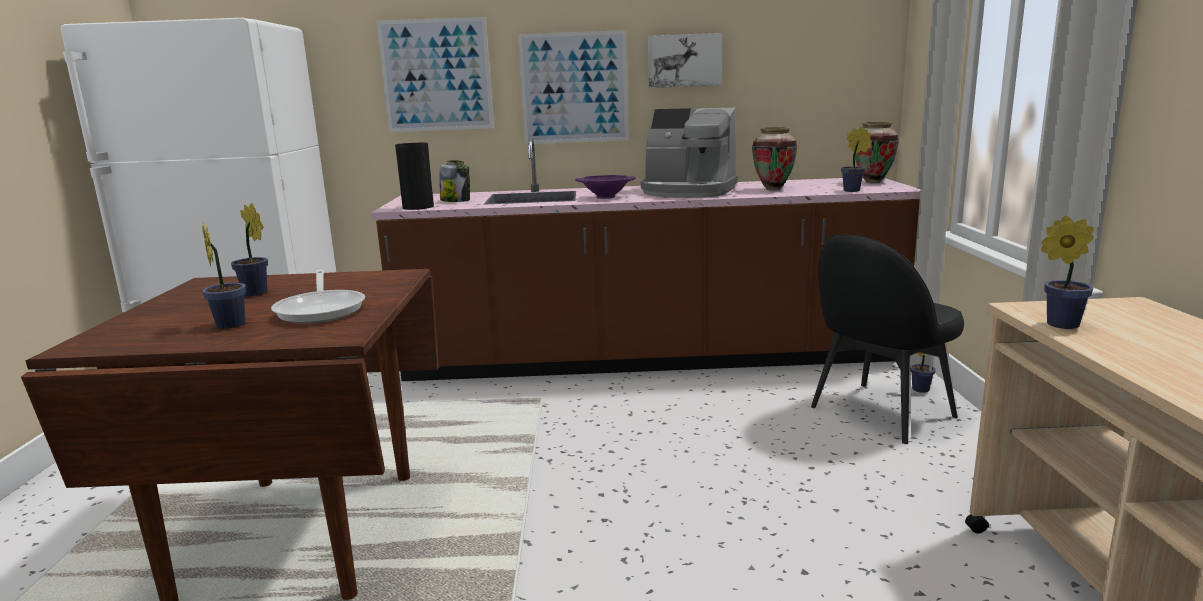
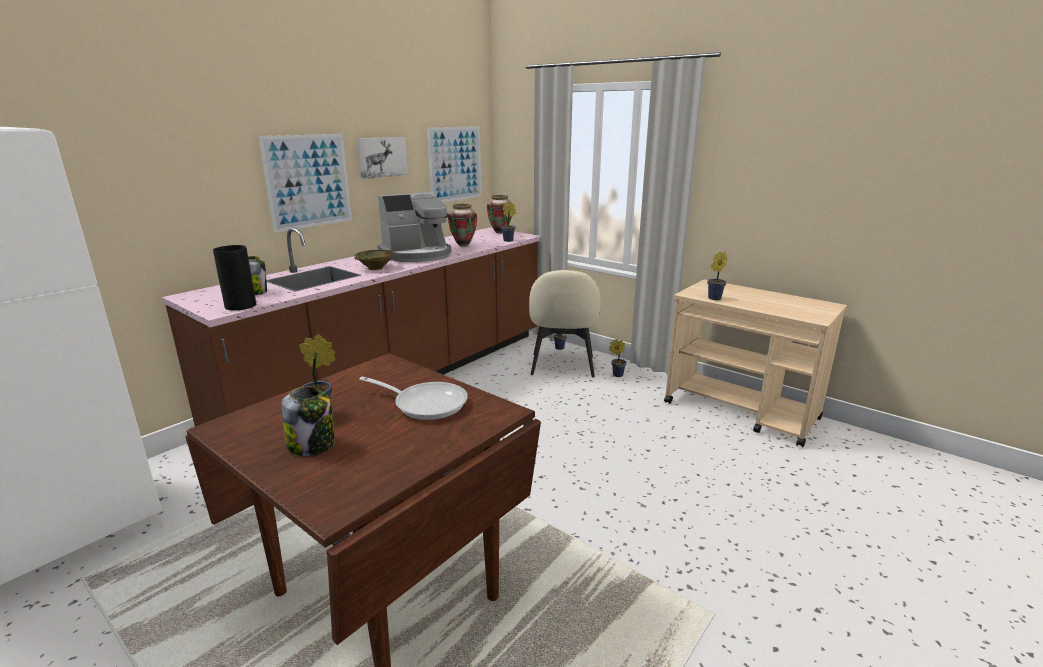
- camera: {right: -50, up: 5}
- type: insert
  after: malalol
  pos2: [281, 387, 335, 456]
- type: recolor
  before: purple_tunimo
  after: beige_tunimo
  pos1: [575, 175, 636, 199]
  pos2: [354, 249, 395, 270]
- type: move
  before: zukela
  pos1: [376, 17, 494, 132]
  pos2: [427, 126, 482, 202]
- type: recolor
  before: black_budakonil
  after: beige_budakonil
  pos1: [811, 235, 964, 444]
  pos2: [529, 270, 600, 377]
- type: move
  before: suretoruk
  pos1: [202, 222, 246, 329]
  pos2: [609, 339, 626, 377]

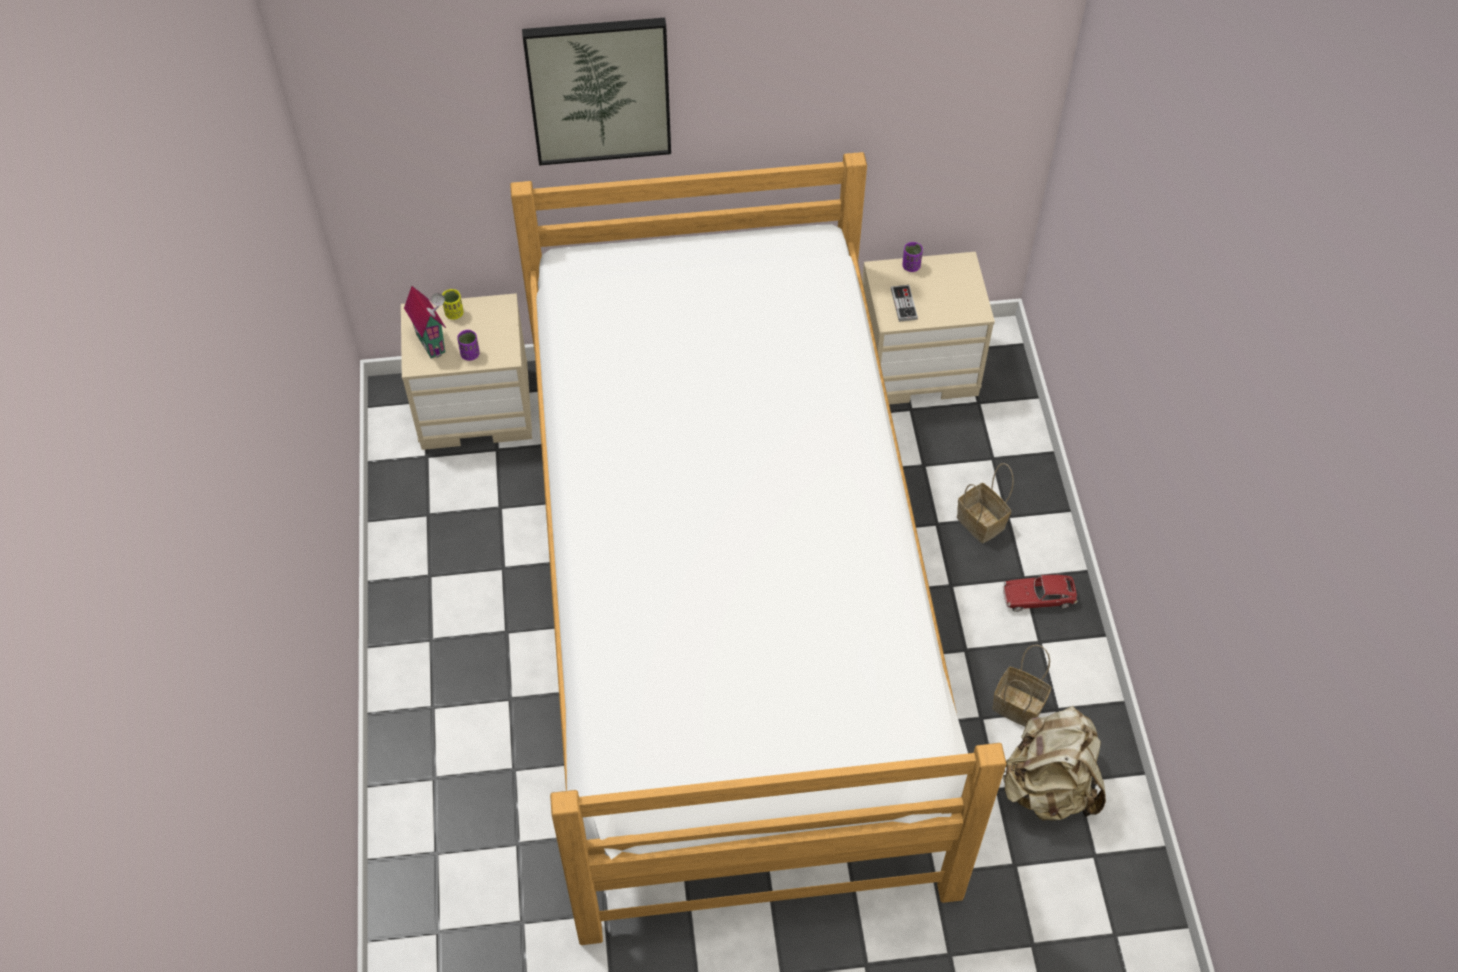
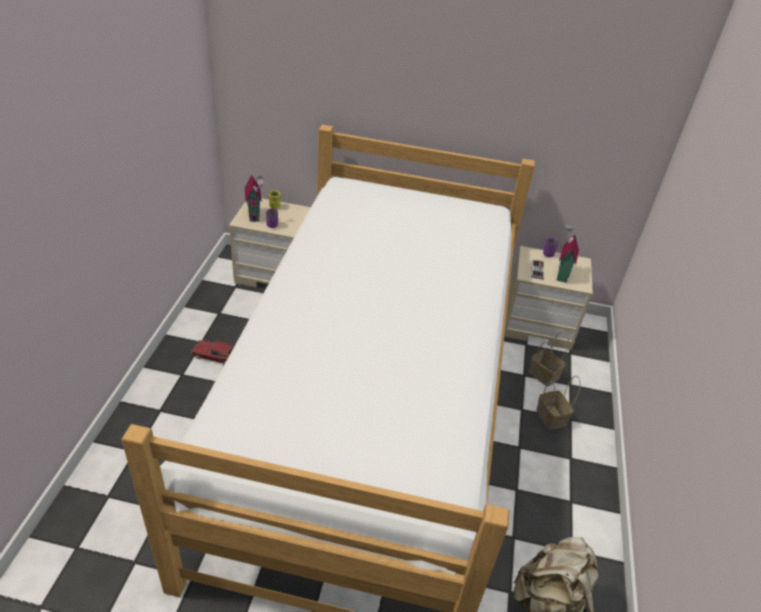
- camera: {right: 15, up: -15}
- type: move
  before: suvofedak
  pos1: [1003, 575, 1077, 612]
  pos2: [191, 340, 234, 365]
- type: move
  before: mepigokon
  pos1: [992, 645, 1051, 727]
  pos2: [528, 331, 569, 387]
- type: insert
  after: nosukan
  pos2: [557, 225, 579, 283]
- type: delete
  before: zukela
  pos1: [522, 18, 671, 166]

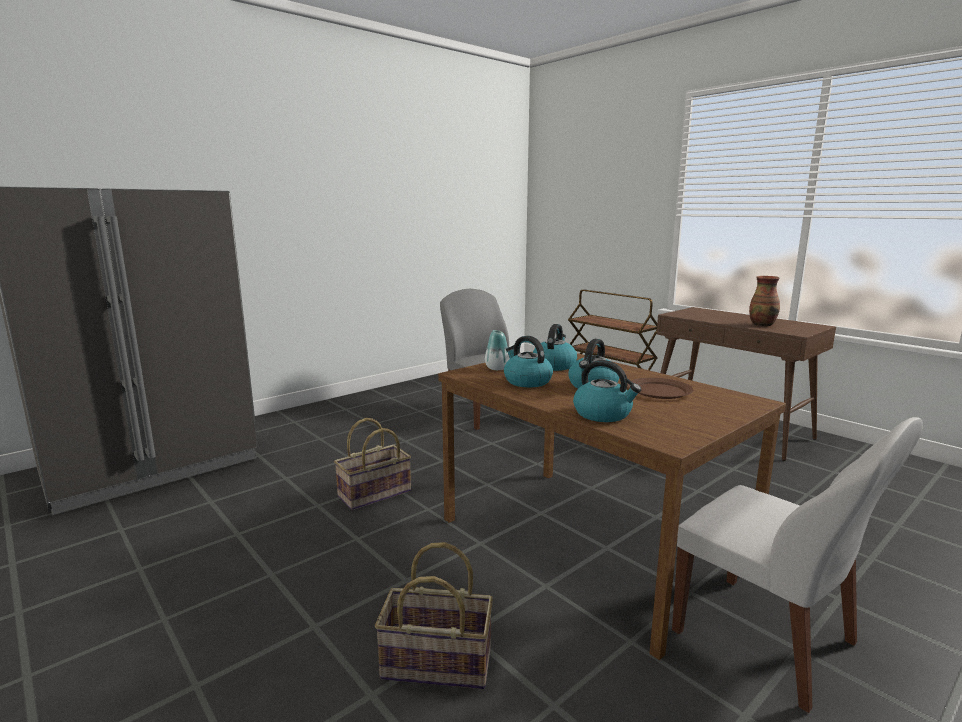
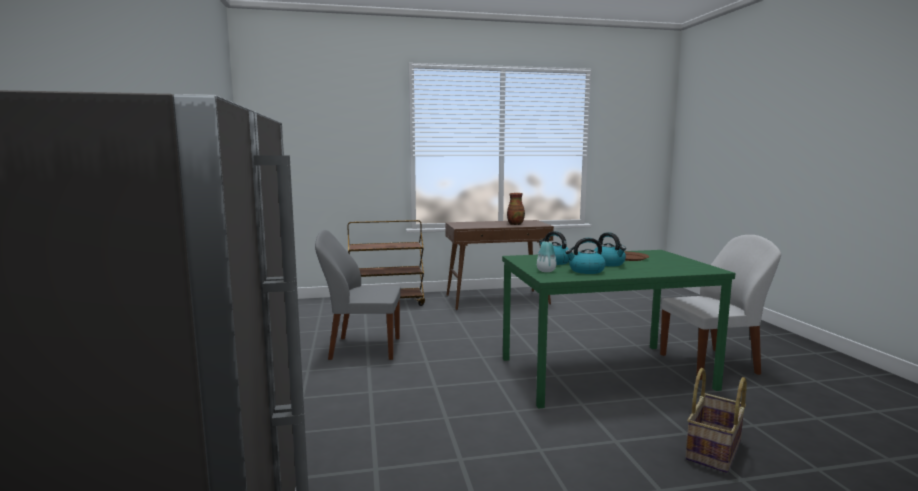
- camera: {right: -60, up: -5}
- type: recolor
  before: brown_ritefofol
  after: green_ritefofol
  pos1: [438, 352, 786, 660]
  pos2: [502, 250, 736, 409]
- type: delete
  before: mepigokon
  pos1: [334, 418, 411, 510]
- type: delete
  before: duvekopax
  pos1: [573, 360, 641, 422]

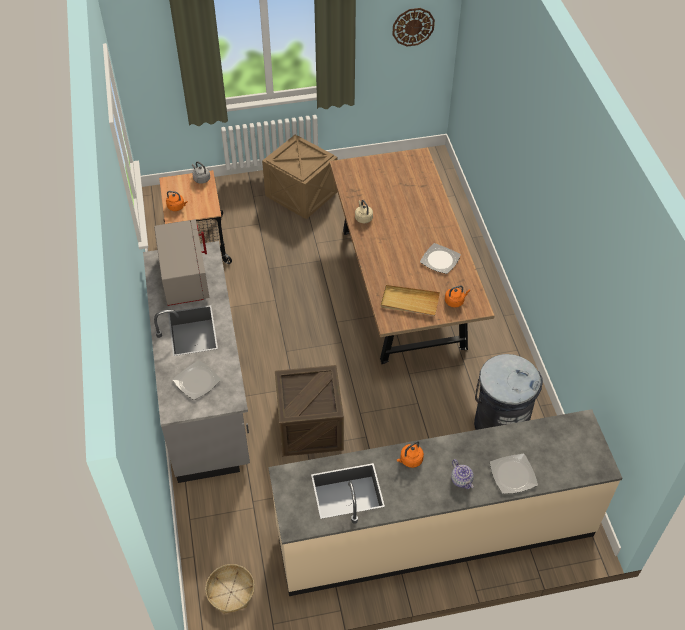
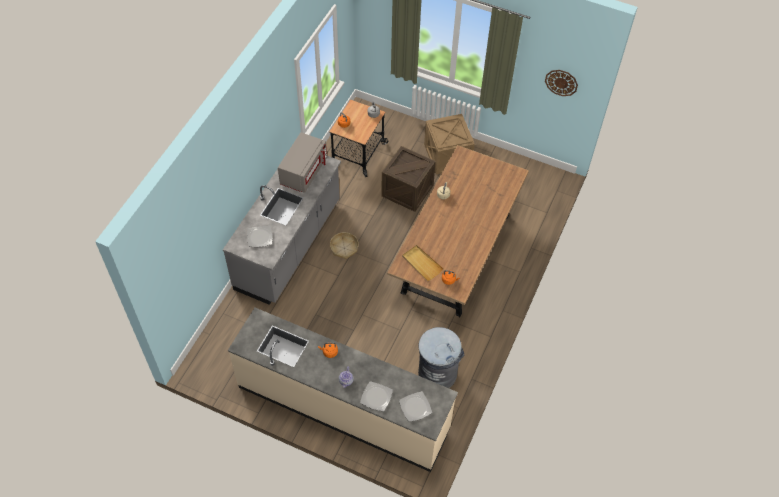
- camera: {right: 35, up: 5}
- type: move
  before: mepigokon
  pos1: [205, 564, 255, 614]
  pos2: [330, 232, 359, 259]
- type: move
  before: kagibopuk
  pos1: [275, 365, 344, 457]
  pos2: [381, 146, 436, 212]
- type: move
  before: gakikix
  pos1: [420, 243, 461, 274]
  pos2: [399, 391, 432, 422]

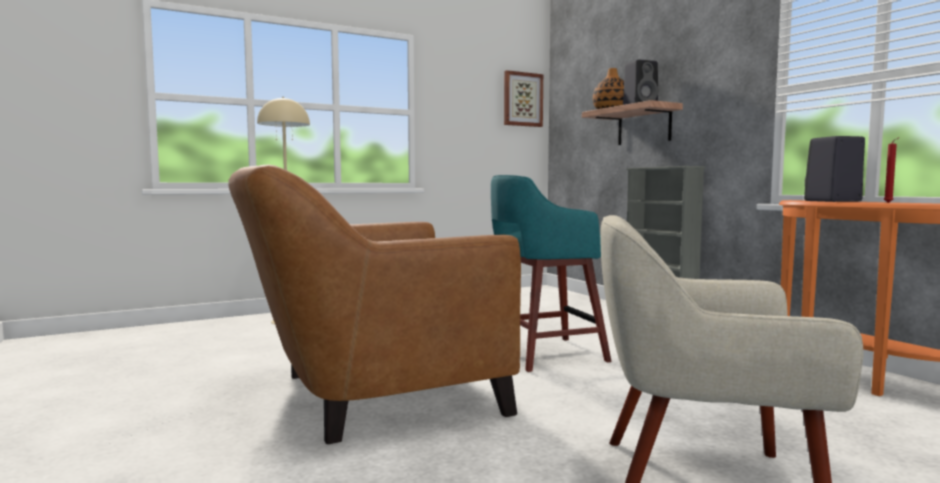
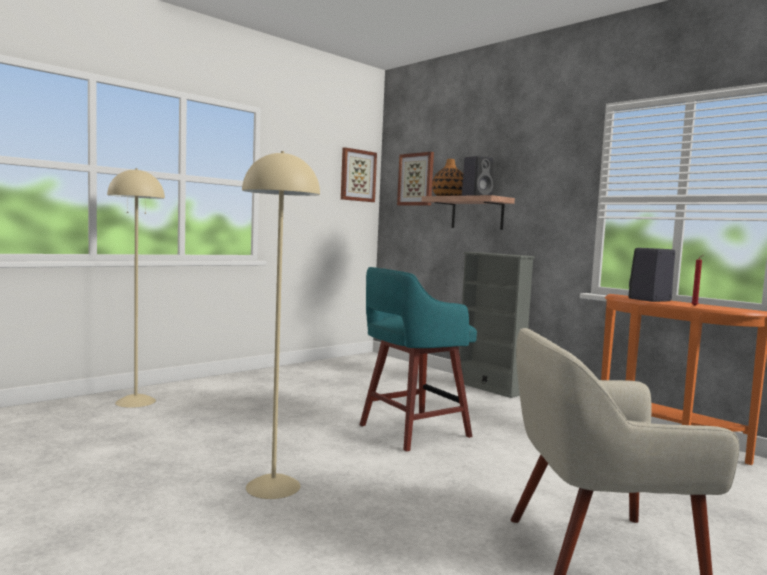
- camera: {right: -15, up: 0}
- type: replace
  before: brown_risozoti
  after: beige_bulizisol
  pos1: [228, 165, 521, 444]
  pos2: [242, 151, 320, 499]
- type: insert
  after: zukela
  pos2: [397, 152, 434, 205]

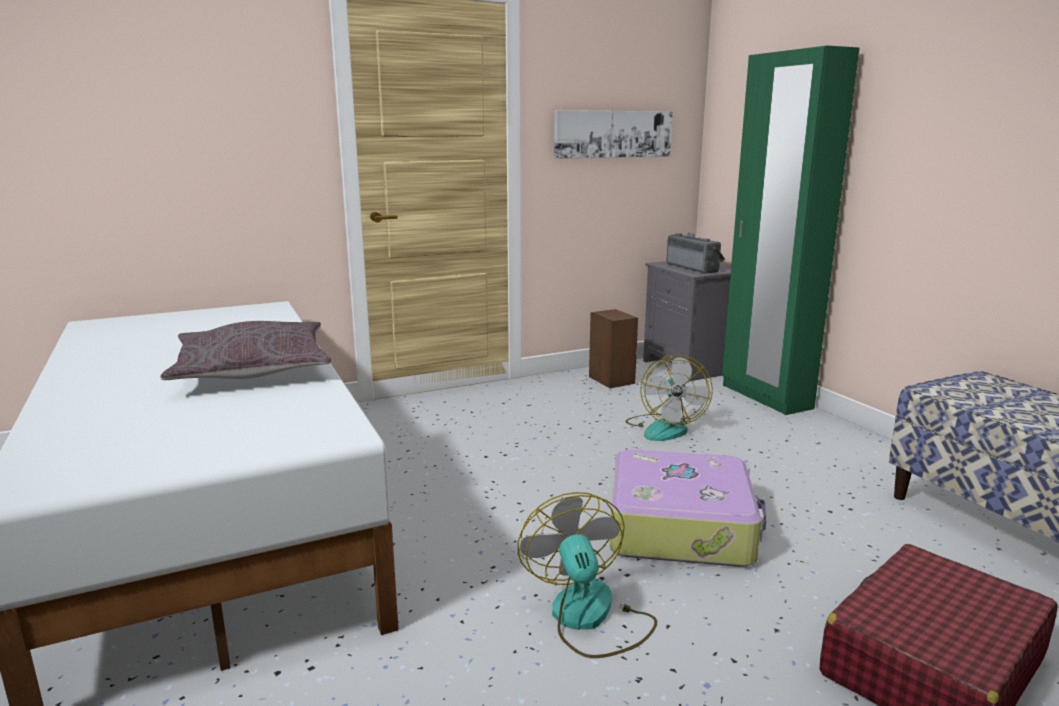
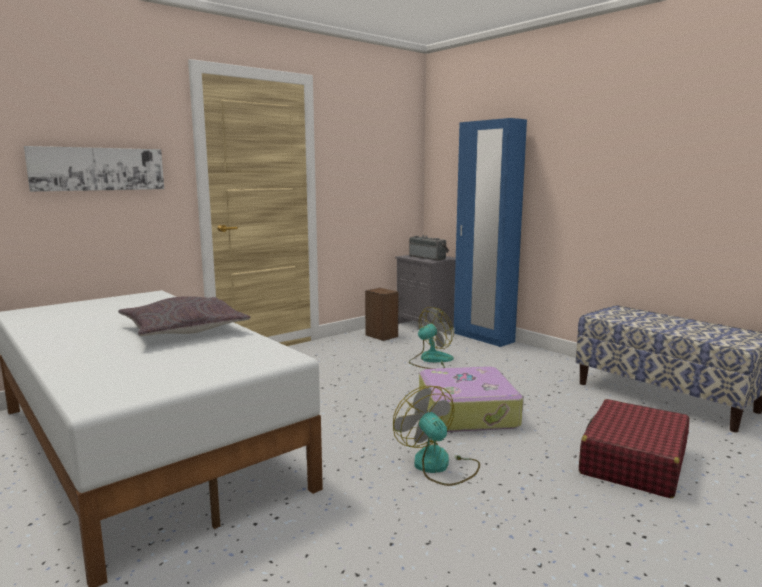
- camera: {right: -15, up: -5}
- type: move
  before: zukela
  pos1: [554, 110, 673, 159]
  pos2: [24, 146, 164, 192]
- type: rotate
  before: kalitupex
  pos1: [626, 355, 713, 441]
  pos2: [409, 307, 454, 369]
  turn: -120
- type: recolor
  before: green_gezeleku
  after: blue_gezeleku
  pos1: [722, 46, 859, 415]
  pos2: [454, 118, 527, 347]

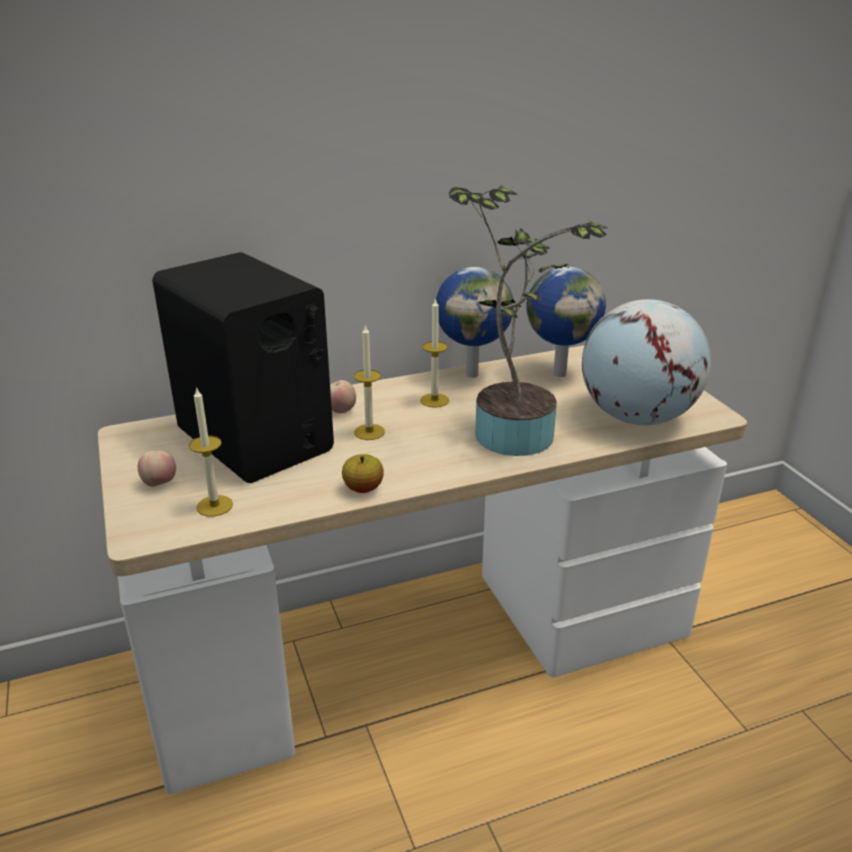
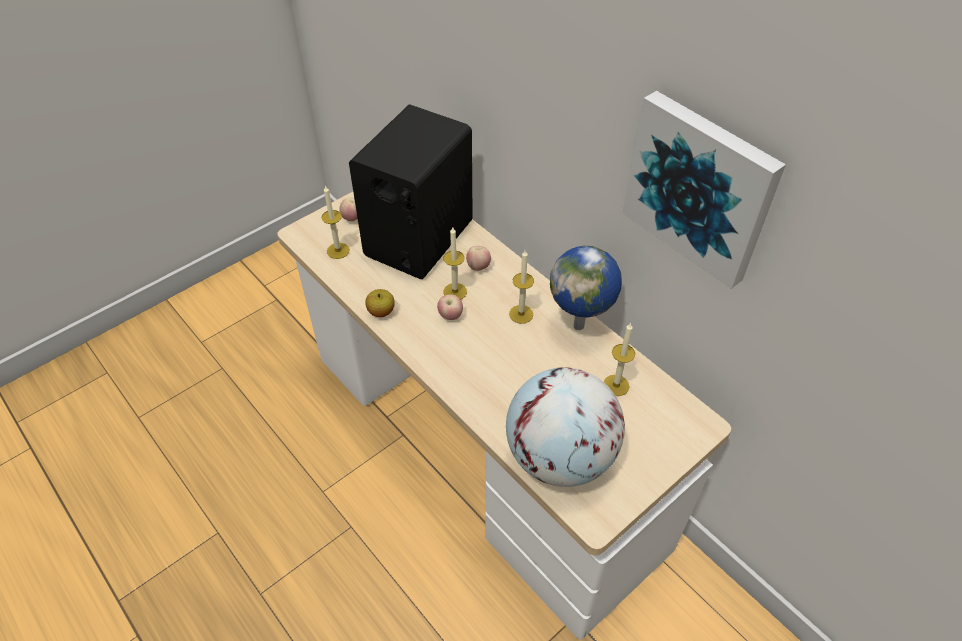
- camera: {right: 70, up: 20}
- type: insert
  after: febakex
  pos2: [437, 294, 463, 320]
- type: replace
  before: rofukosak
  after: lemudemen
  pos1: [526, 266, 606, 377]
  pos2: [604, 323, 635, 396]
- type: insert
  after: zukela
  pos2: [623, 91, 786, 289]
- type: delete
  before: suretoruk
  pos1: [449, 185, 608, 456]

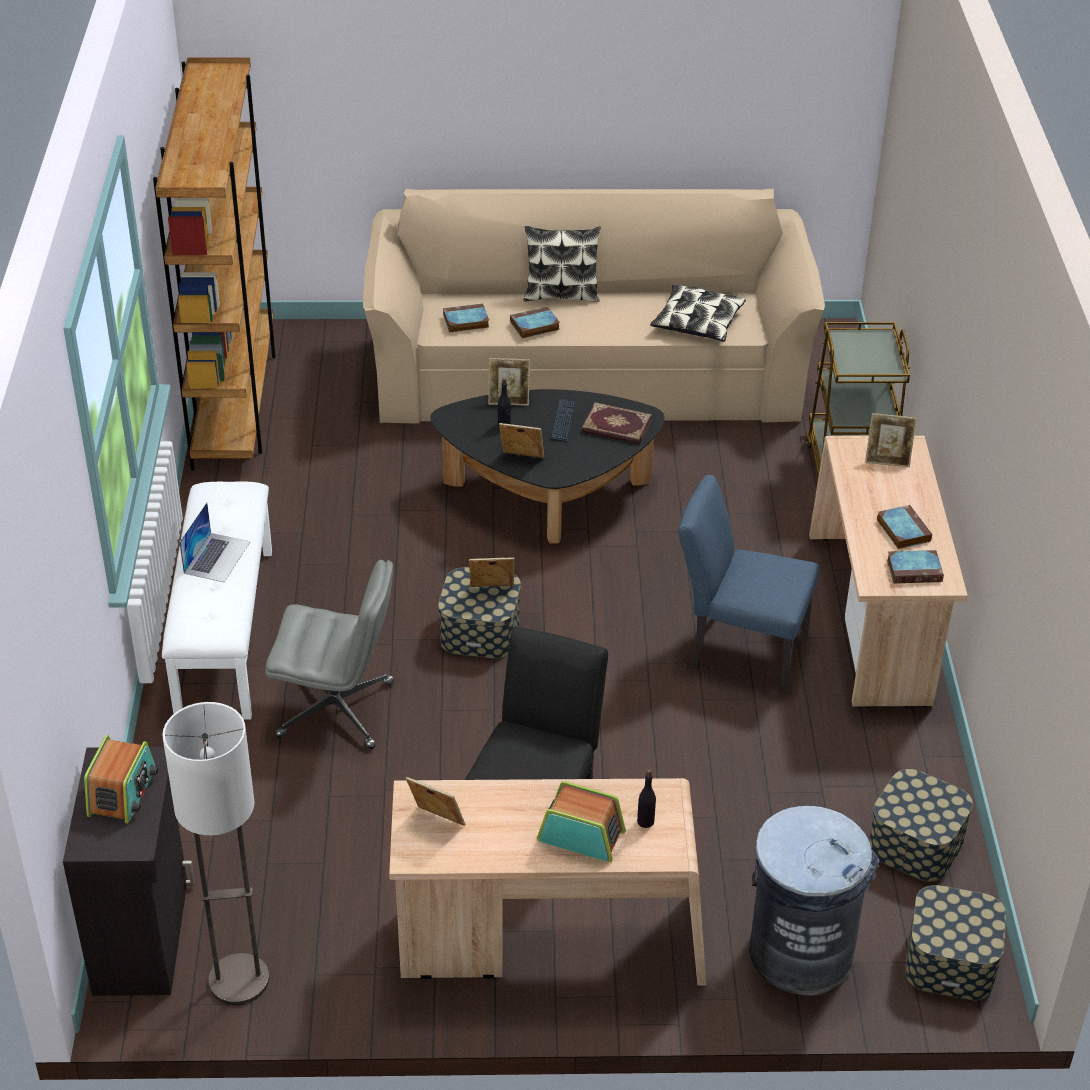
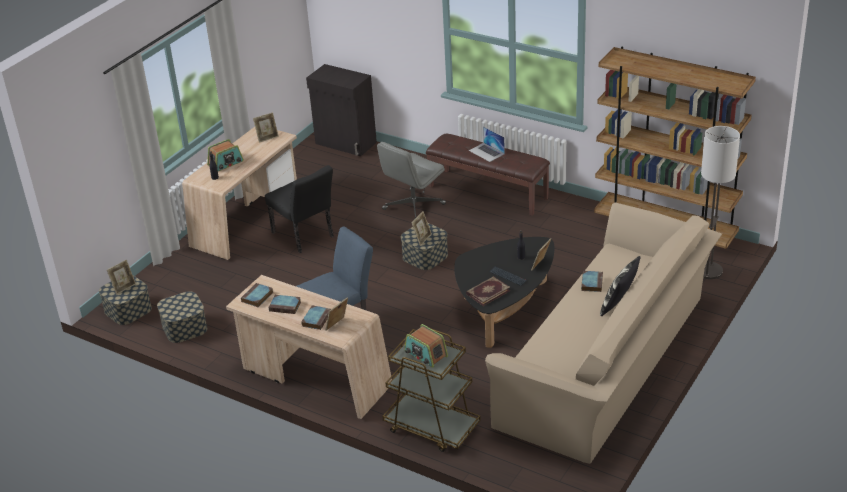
- camera: {right: 125, up: -5}
- type: move
  before: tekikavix
  pos1: [499, 423, 544, 458]
  pos2: [107, 260, 136, 295]
- type: move
  before: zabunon
  pos1: [443, 304, 489, 332]
  pos2: [301, 305, 331, 330]
- type: move
  before: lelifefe
  pos1: [84, 735, 158, 824]
  pos2: [404, 324, 448, 367]
- type: recolor
  before: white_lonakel
  after: brown_lonakel
  pos1: [162, 481, 272, 720]
  pos2: [426, 134, 550, 216]
- type: move
  before: bulizisol
  pos1: [162, 702, 269, 1005]
  pos2: [701, 126, 740, 279]
- type: delete
  before: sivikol
  pos1: [650, 284, 746, 342]
- type: delete
  before: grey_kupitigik
  pos1: [749, 806, 880, 996]

